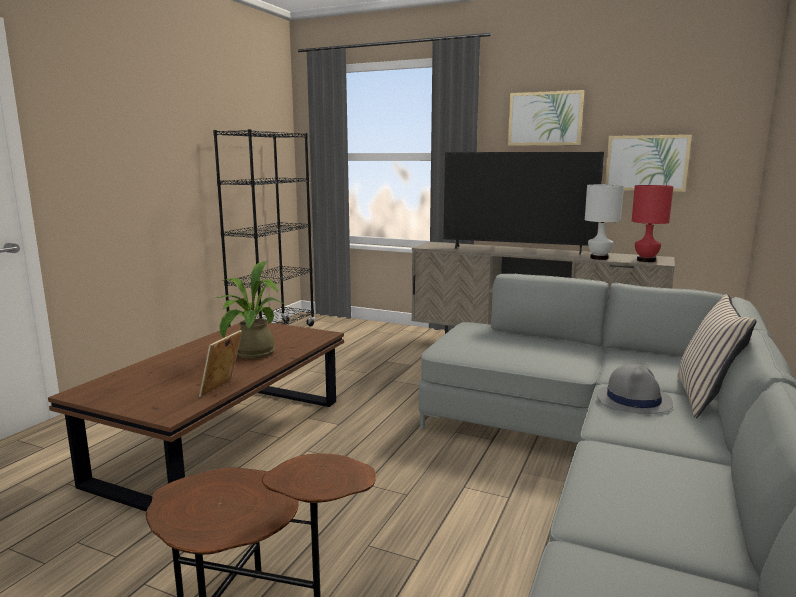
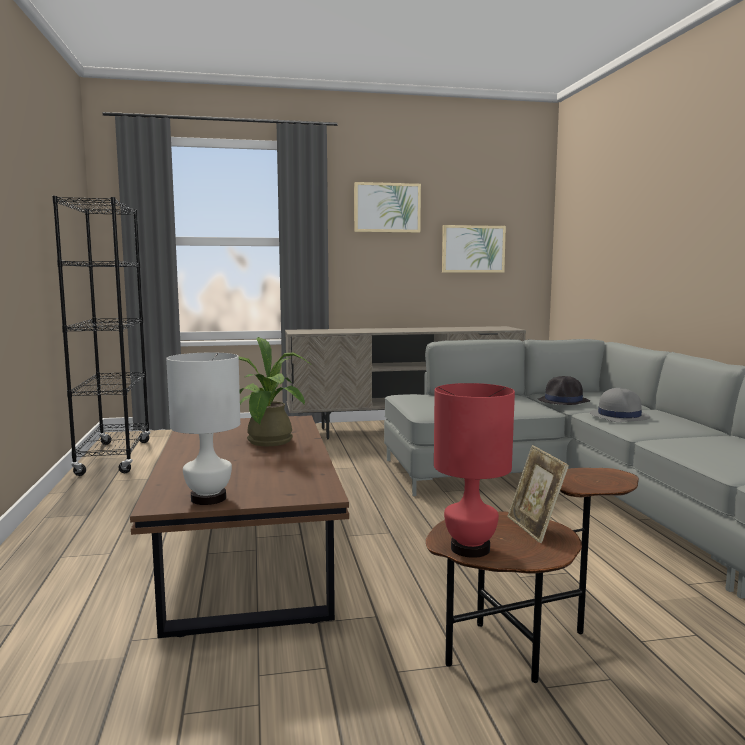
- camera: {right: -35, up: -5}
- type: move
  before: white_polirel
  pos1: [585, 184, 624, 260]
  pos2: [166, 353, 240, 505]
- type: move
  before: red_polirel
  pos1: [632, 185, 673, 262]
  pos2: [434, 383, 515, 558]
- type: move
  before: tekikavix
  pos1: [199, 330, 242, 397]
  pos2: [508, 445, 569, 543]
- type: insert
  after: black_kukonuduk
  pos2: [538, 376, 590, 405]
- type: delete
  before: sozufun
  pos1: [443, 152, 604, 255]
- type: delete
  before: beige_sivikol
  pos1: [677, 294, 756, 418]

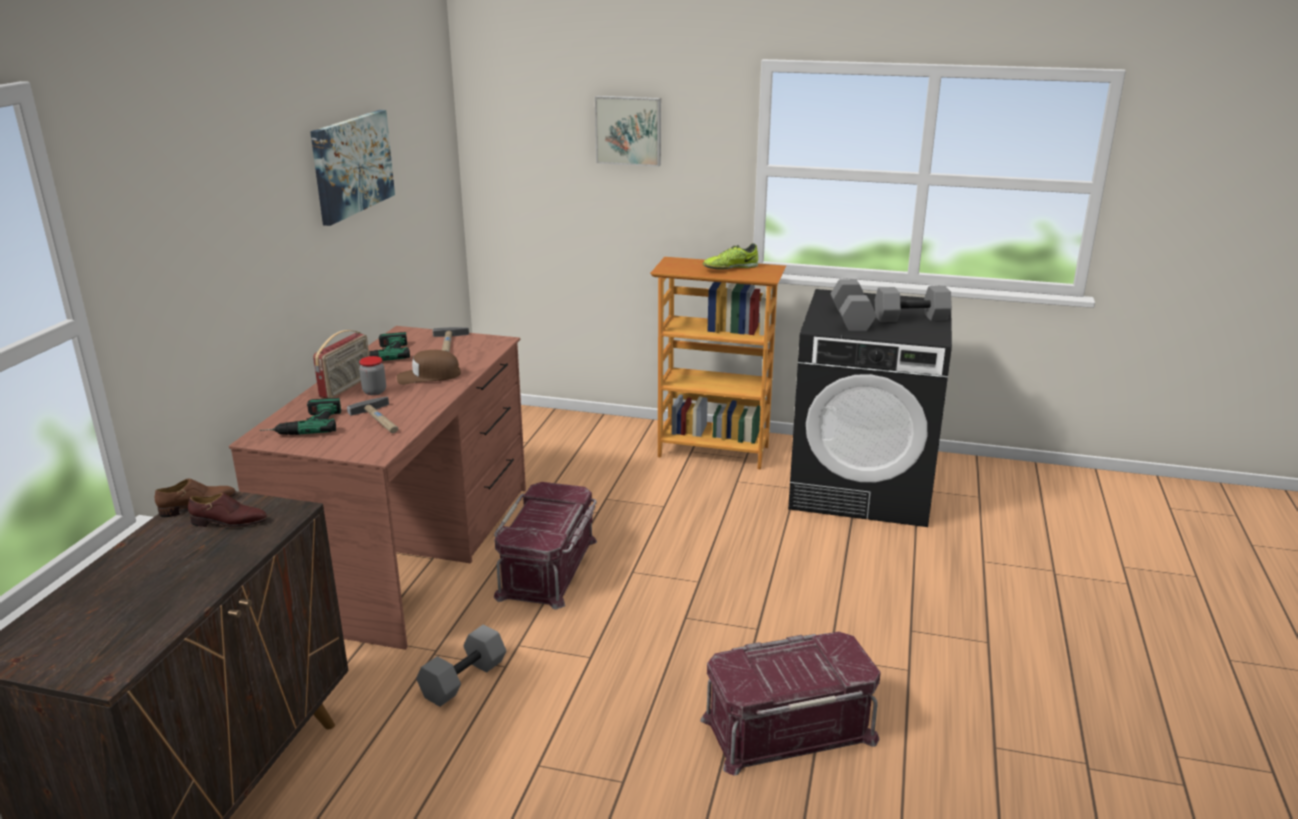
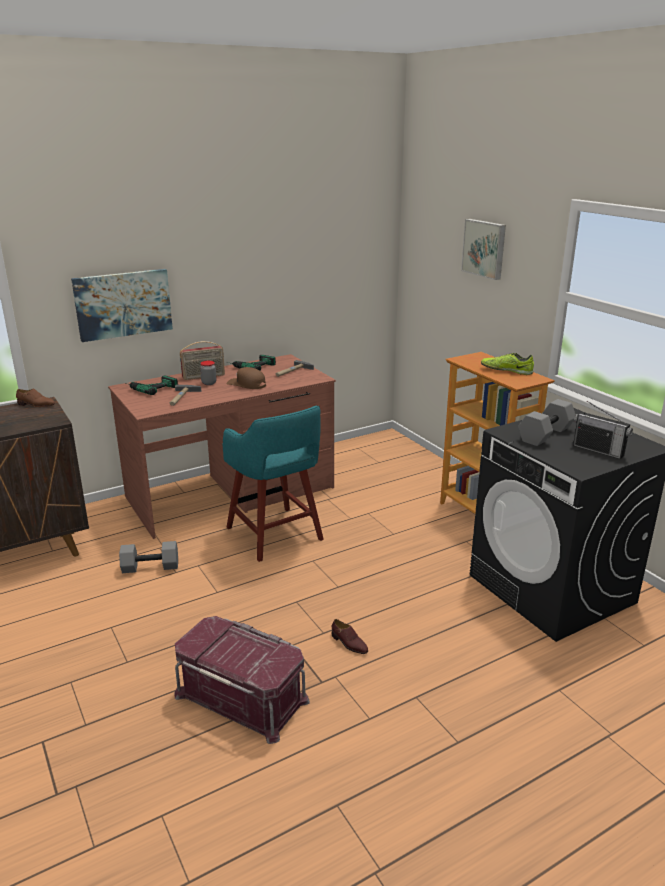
- camera: {right: 45, up: 0}
- type: move
  before: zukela
  pos1: [310, 110, 395, 226]
  pos2: [71, 269, 173, 342]
- type: replace
  before: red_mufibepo
  after: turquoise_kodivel
  pos1: [494, 482, 597, 610]
  pos2: [222, 406, 324, 562]
- type: move
  before: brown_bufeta
  pos1: [188, 493, 267, 527]
  pos2: [332, 619, 368, 654]
- type: replace
  before: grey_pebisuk
  after: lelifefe
  pos1: [875, 286, 952, 322]
  pos2: [573, 401, 633, 459]

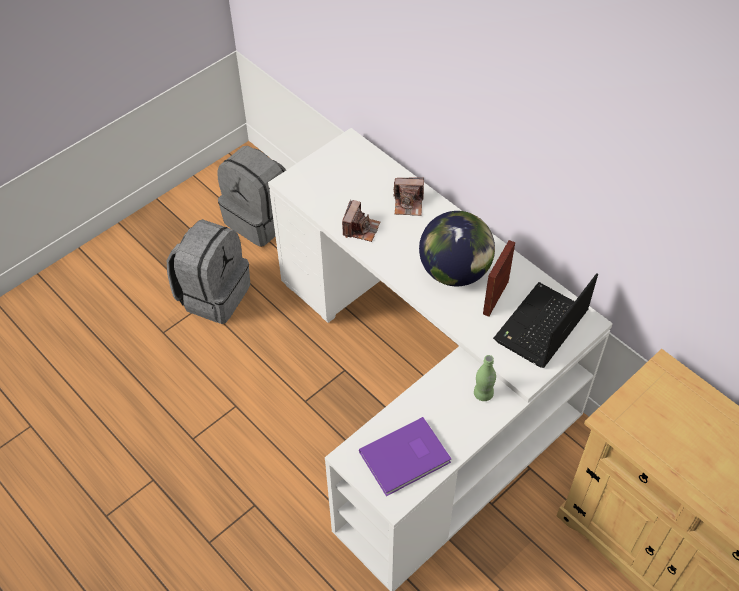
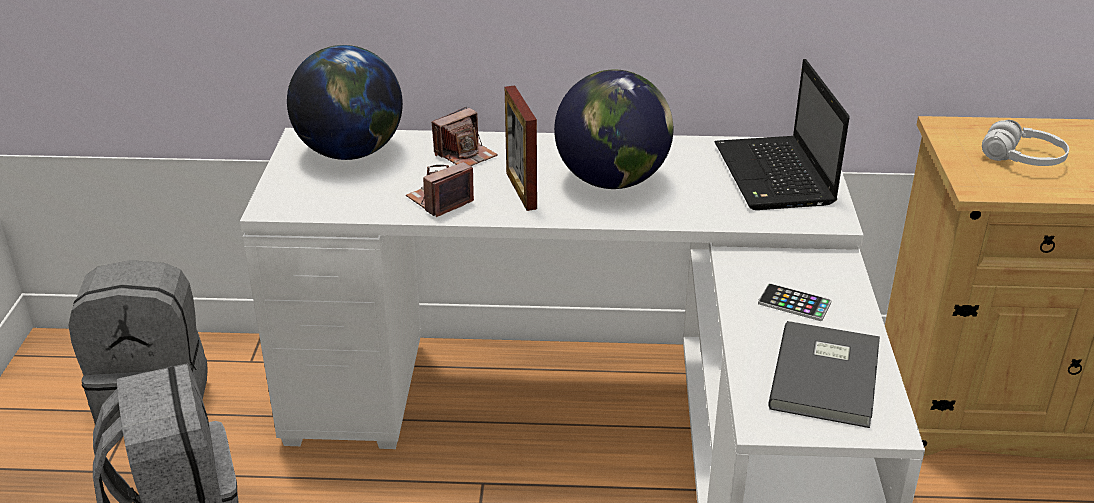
- camera: {right: -45, up: -20}
- type: insert
  after: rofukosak
  pos2: [287, 45, 403, 160]
- type: rotate
  before: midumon
  pos1: [342, 200, 380, 242]
  pos2: [406, 162, 474, 217]
  turn: -105
- type: move
  before: tekikavix
  pos1: [483, 240, 515, 317]
  pos2: [505, 85, 537, 211]
- type: insert
  after: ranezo
  pos2: [758, 283, 831, 321]
- type: recolor
  before: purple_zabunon
  after: grey_zabunon
  pos1: [359, 417, 451, 496]
  pos2: [768, 321, 880, 428]
- type: insert
  after: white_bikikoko
  pos2: [982, 120, 1069, 166]
- type: delete
  before: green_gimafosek
  pos1: [474, 355, 496, 401]

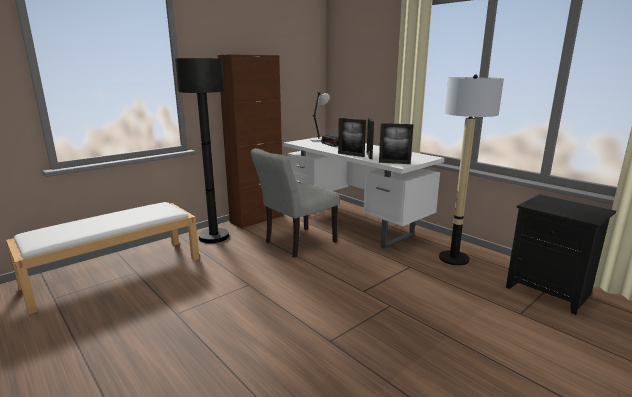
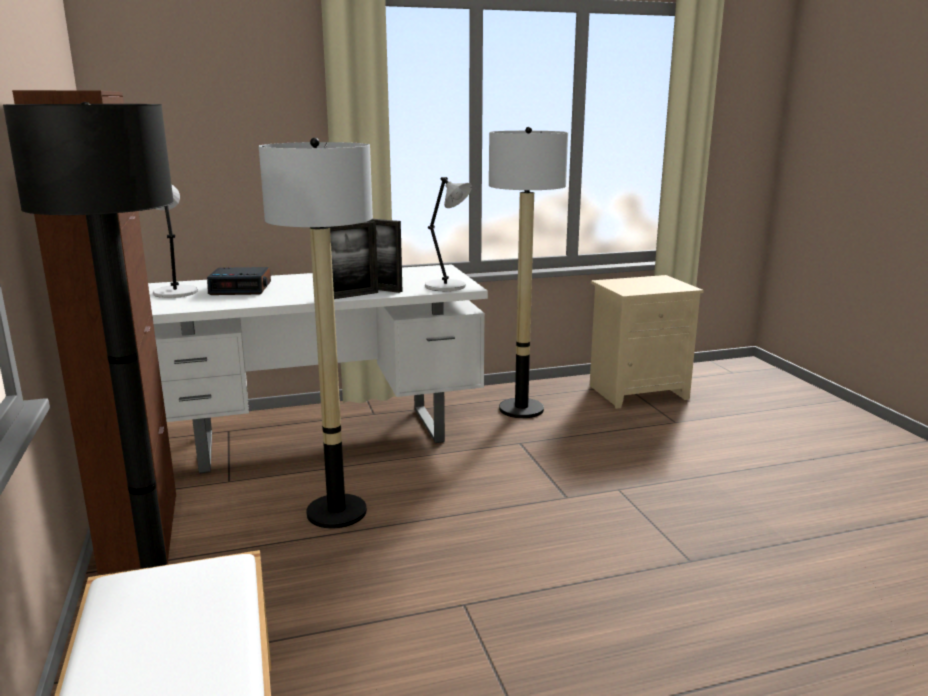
- camera: {right: -65, up: 0}
- type: replace
  before: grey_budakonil
  after: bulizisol
  pos1: [251, 148, 340, 258]
  pos2: [259, 138, 373, 528]
- type: replace
  before: tekikavix
  after: grey_polirel
  pos1: [379, 123, 414, 164]
  pos2: [425, 177, 472, 291]
- type: recolor
  before: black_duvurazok
  after: beige_duvurazok
  pos1: [506, 194, 616, 315]
  pos2: [590, 275, 704, 409]

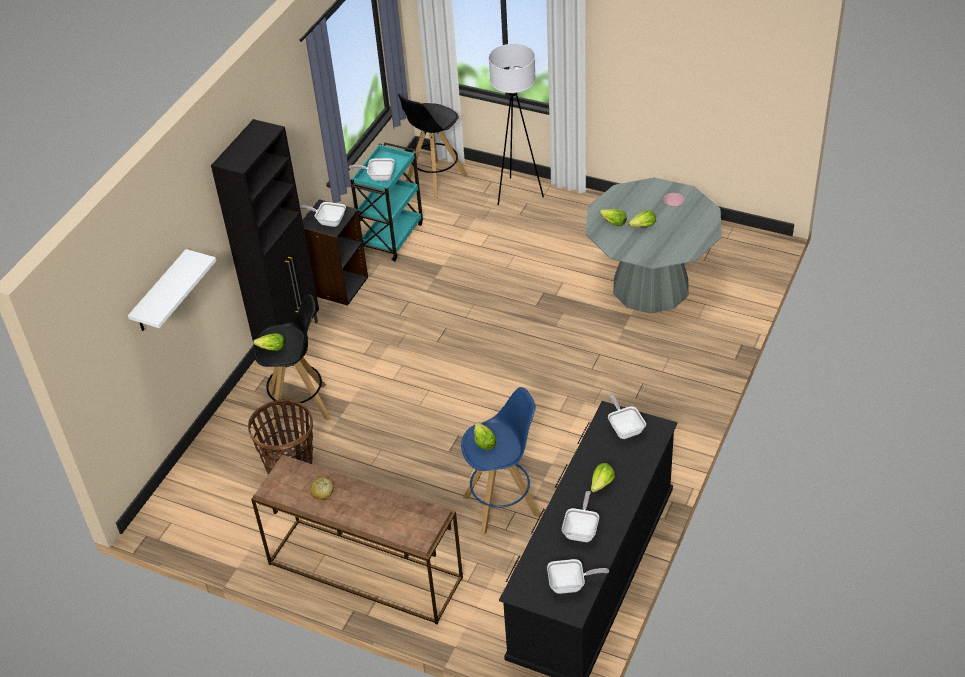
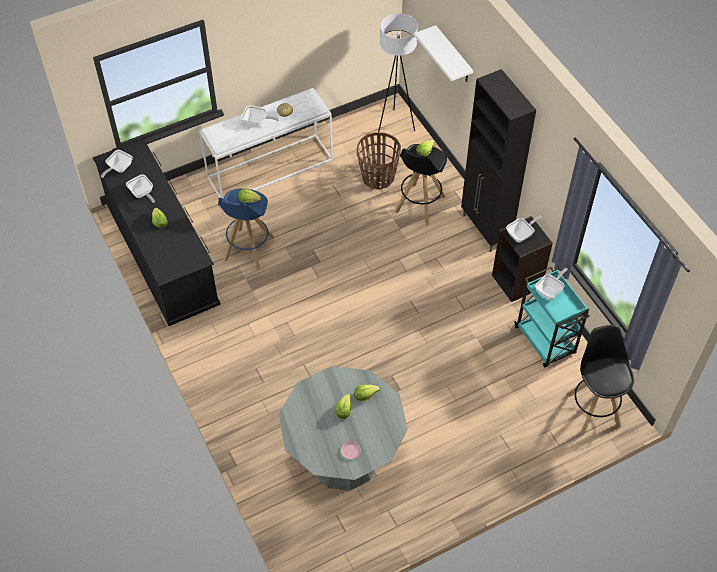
- camera: {right: 125, up: 10}
- type: recolor
  before: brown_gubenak
  after: white_gubenak
  pos1: [251, 455, 463, 624]
  pos2: [199, 88, 333, 199]
- type: move
  before: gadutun
  pos1: [608, 394, 646, 439]
  pos2: [242, 105, 279, 126]
- type: move
  before: white_bulizisol
  pos1: [489, 44, 544, 205]
  pos2: [378, 13, 418, 132]

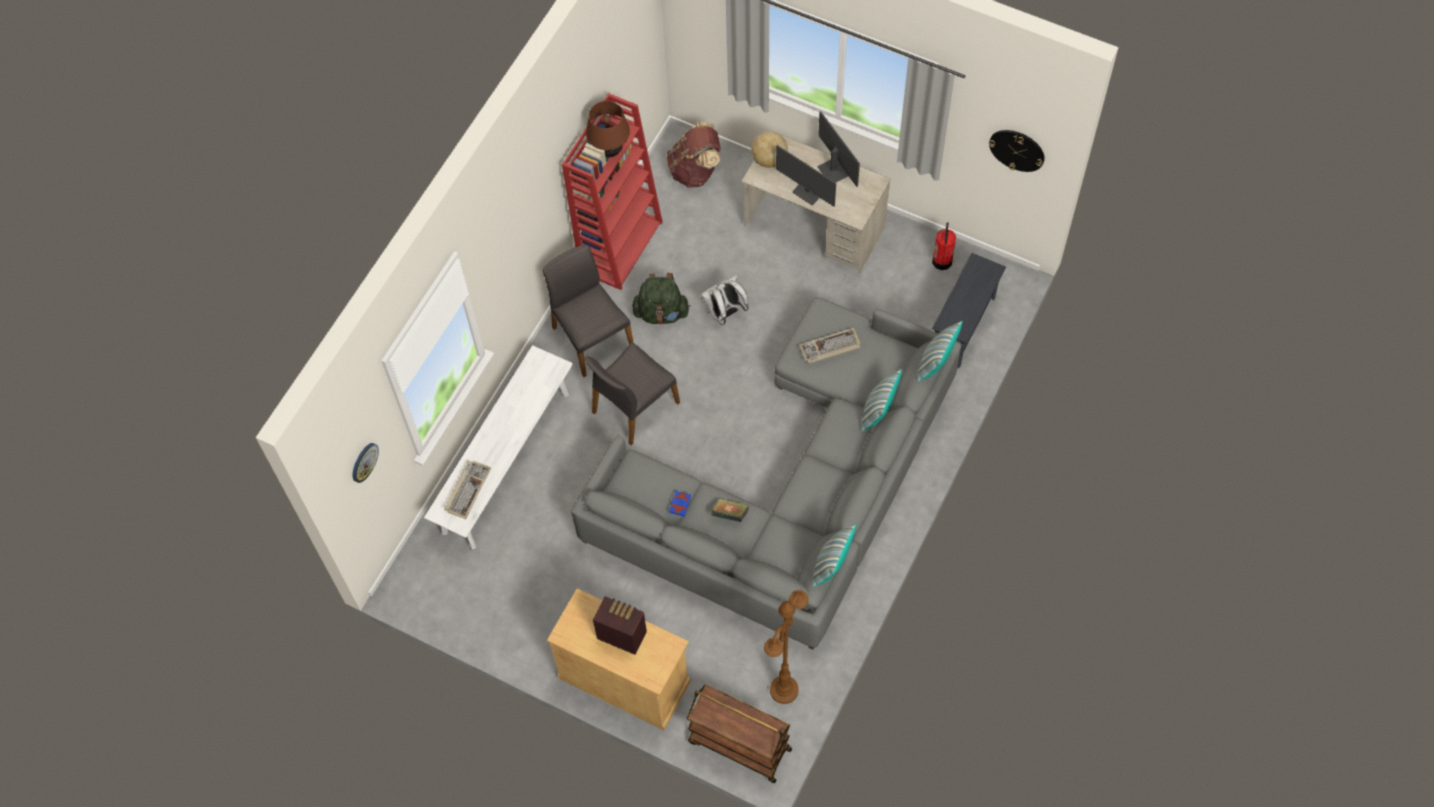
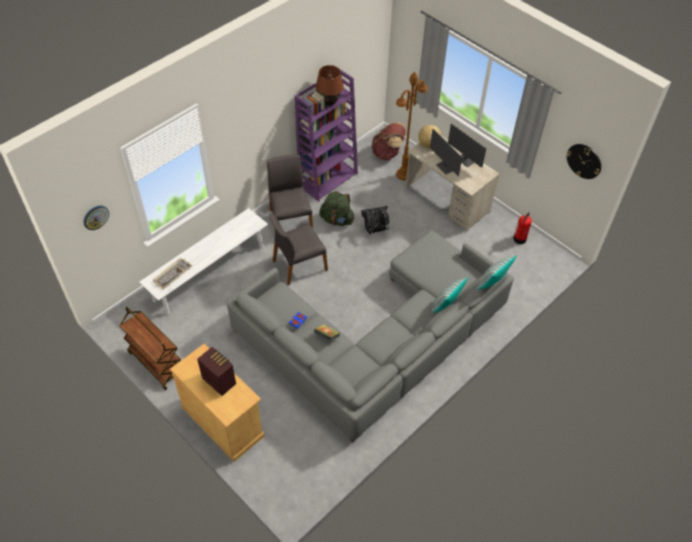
- camera: {right: 15, up: -10}
- type: move
  before: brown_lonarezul
  pos1: [687, 684, 792, 783]
  pos2: [119, 307, 181, 390]
- type: recolor
  before: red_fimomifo
  after: purple_fimomifo
  pos1: [562, 93, 663, 290]
  pos2: [295, 69, 358, 202]
- type: recolor
  before: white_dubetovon
  after: black_dubetovon
  pos1: [701, 275, 749, 325]
  pos2: [361, 206, 389, 234]
- type: move
  before: brown_bulizisol
  pos1: [764, 590, 808, 704]
  pos2: [396, 72, 428, 181]
- type: rotate
  before: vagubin
  pos1: [817, 111, 860, 187]
  pos2: [448, 123, 486, 168]
  turn: 150
- type: delete
  before: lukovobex
  pos1: [799, 328, 860, 364]
- type: delete
  before: sivikol
  pos1: [813, 524, 856, 587]
- type: delete
  before: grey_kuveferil
  pos1: [932, 253, 1006, 368]

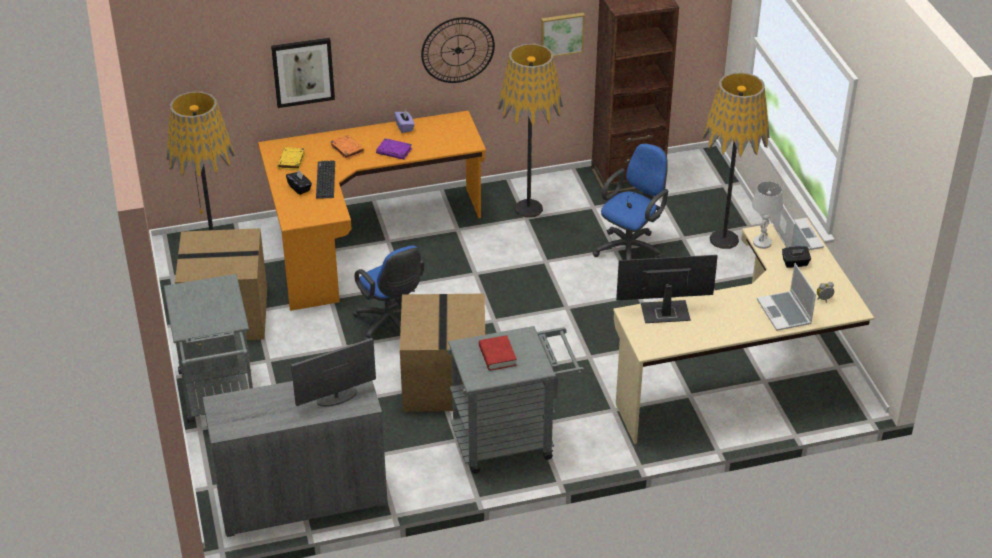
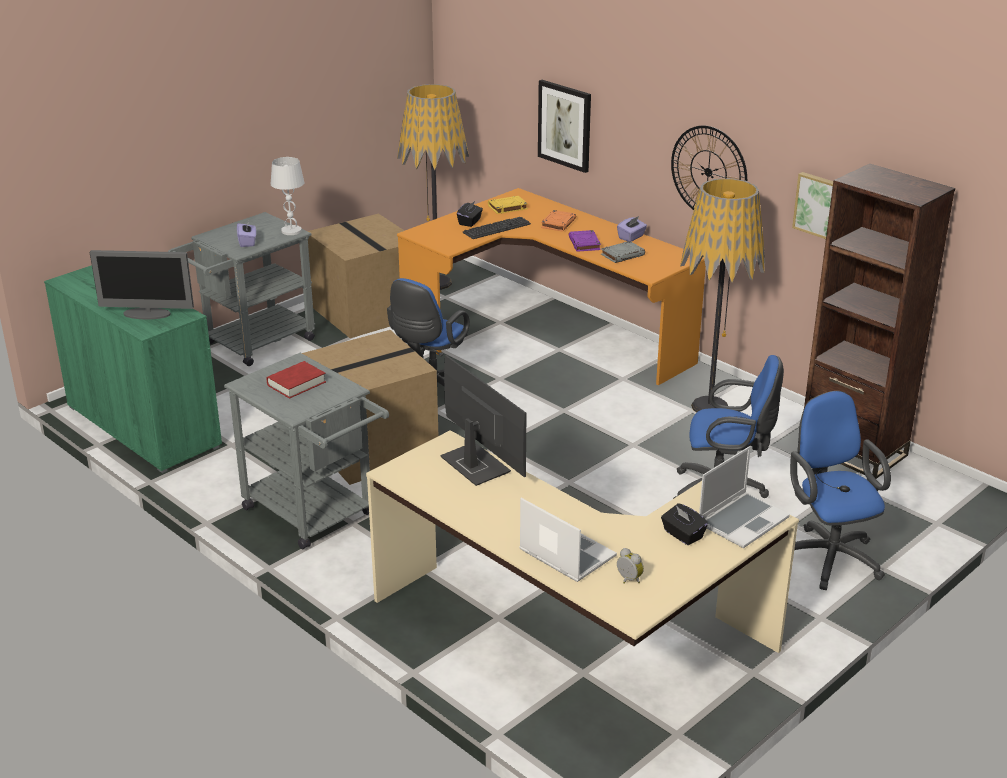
- camera: {right: 60, up: -10}
- type: recolor
  before: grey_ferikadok
  after: green_ferikadok
  pos1: [203, 381, 388, 537]
  pos2: [44, 265, 222, 473]
- type: rotate
  before: vagubin
  pos1: [291, 338, 376, 407]
  pos2: [90, 250, 194, 319]
  turn: 150
- type: insert
  after: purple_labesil
  pos2: [237, 221, 256, 247]
- type: move
  before: white_polirel
  pos1: [752, 181, 783, 249]
  pos2: [271, 157, 304, 235]
- type: rotate
  before: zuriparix
  pos1: [757, 263, 816, 331]
  pos2: [519, 498, 617, 582]
  turn: 90
- type: insert
  after: grey_zabunon
  pos2: [601, 241, 645, 263]
- type: replace
  before: bulizisol
  after: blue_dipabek
  pos1: [702, 73, 770, 249]
  pos2: [790, 391, 891, 590]

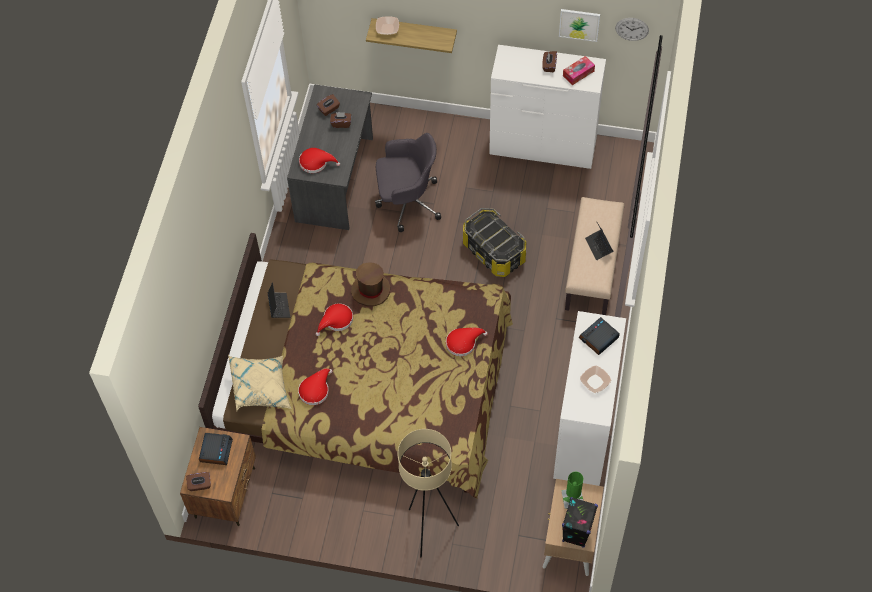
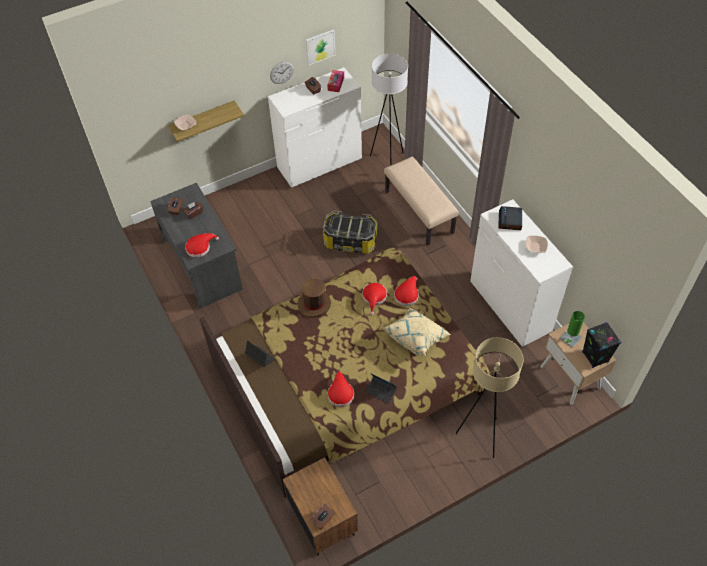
- camera: {right: -40, up: -5}
- type: move
  before: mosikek
  pos1: [615, 18, 649, 41]
  pos2: [270, 61, 294, 84]
- type: move
  before: red_kukonuduk
  pos1: [316, 303, 353, 336]
  pos2: [362, 283, 387, 315]
- type: move
  before: zuriparix
  pos1: [585, 223, 613, 260]
  pos2: [366, 373, 397, 404]
- type: insert
  after: white_bulizisol
  pos2: [370, 54, 408, 166]
- type: move
  before: beige_sivikol
  pos1: [228, 354, 291, 411]
  pos2: [382, 308, 451, 357]
- type: delete
  before: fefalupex
  pos1: [199, 433, 233, 465]
- type: delete
  before: grey_dipabek
  pos1: [375, 133, 441, 232]

